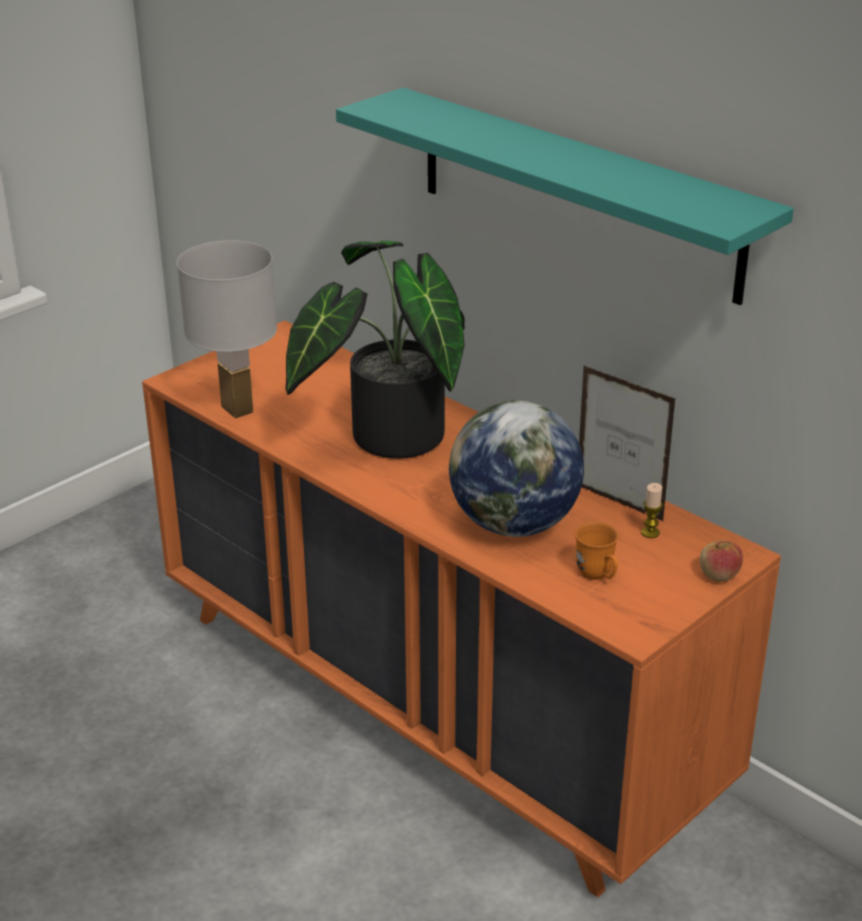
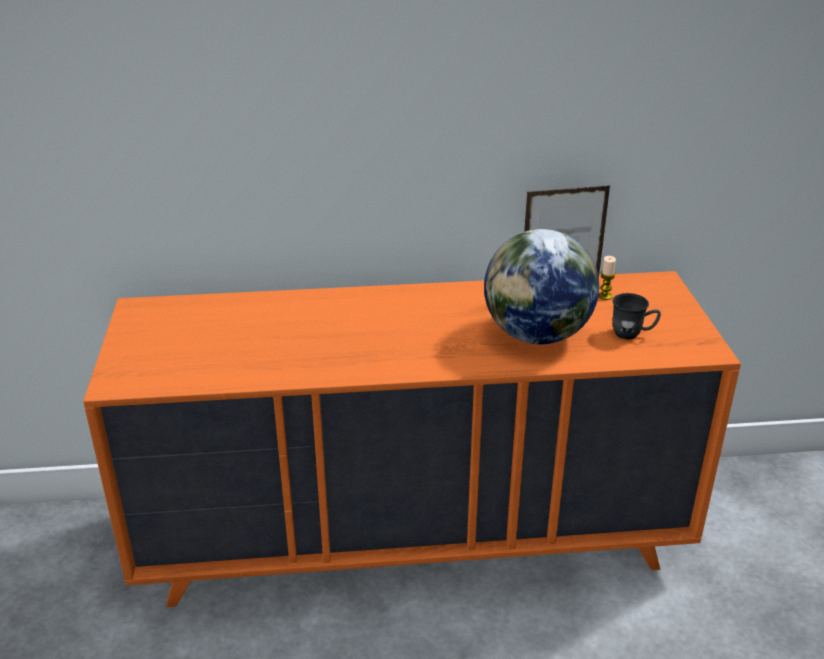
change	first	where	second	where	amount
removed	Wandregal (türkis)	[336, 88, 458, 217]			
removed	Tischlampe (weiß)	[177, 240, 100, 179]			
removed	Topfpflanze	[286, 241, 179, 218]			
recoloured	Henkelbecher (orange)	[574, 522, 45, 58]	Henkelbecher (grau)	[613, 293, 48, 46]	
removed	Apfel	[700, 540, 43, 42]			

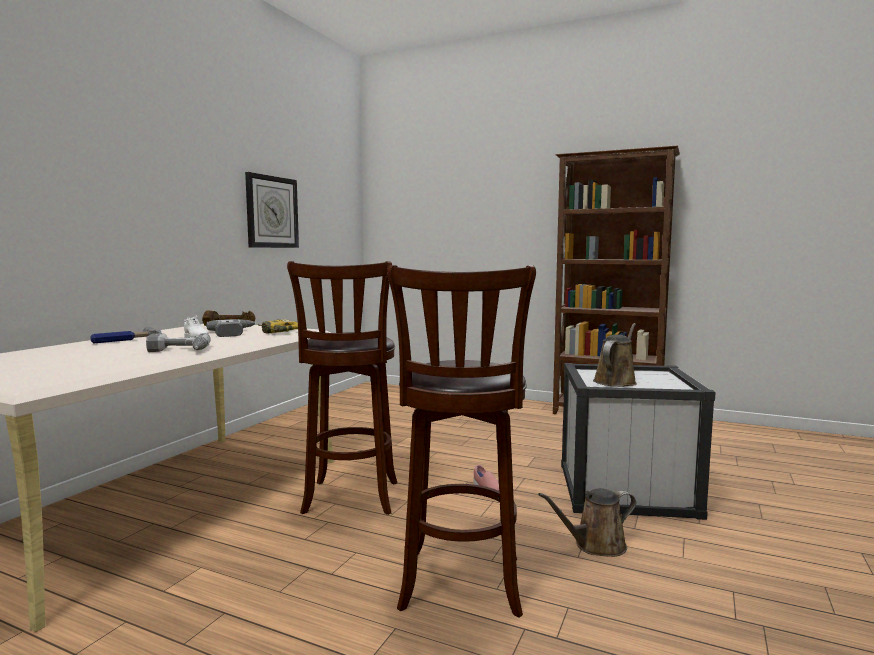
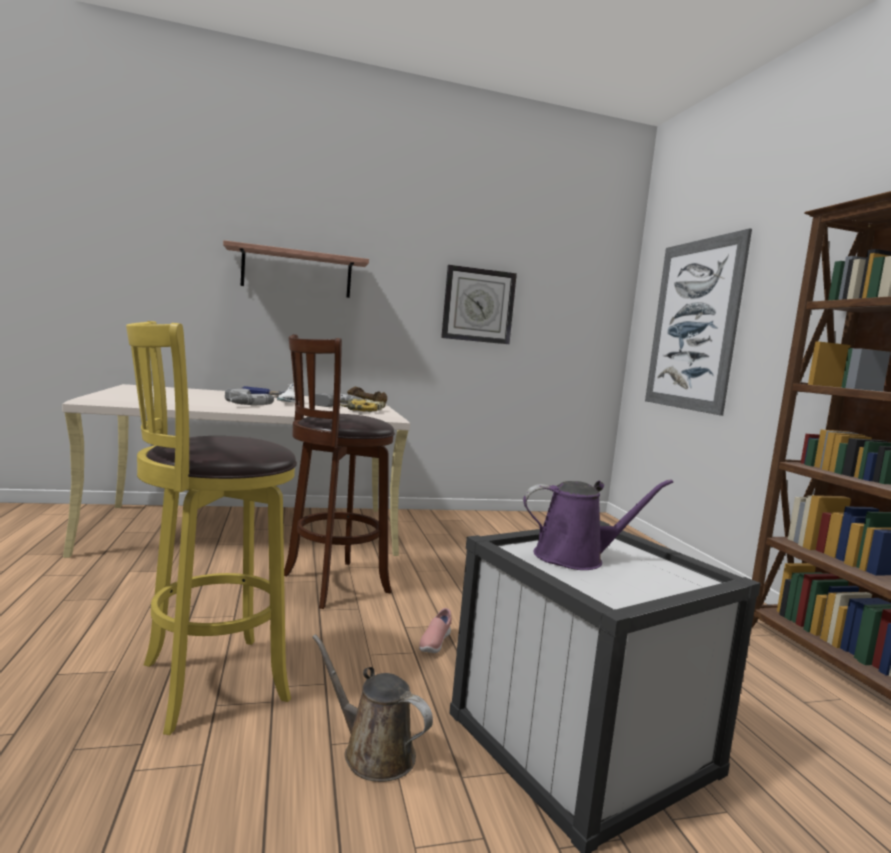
change	first	where	second	where	amount
recoloured	Hocker (braun)	[387, 265, 149, 353]	Hocker (gelb)	[126, 321, 171, 414]	
recoloured	Gießkanne (braun)	[593, 323, 44, 64]	Gießkanne (lila)	[523, 479, 150, 91]	
added			Bild	[645, 228, 107, 188]	
added			Wandregal	[223, 240, 146, 58]	

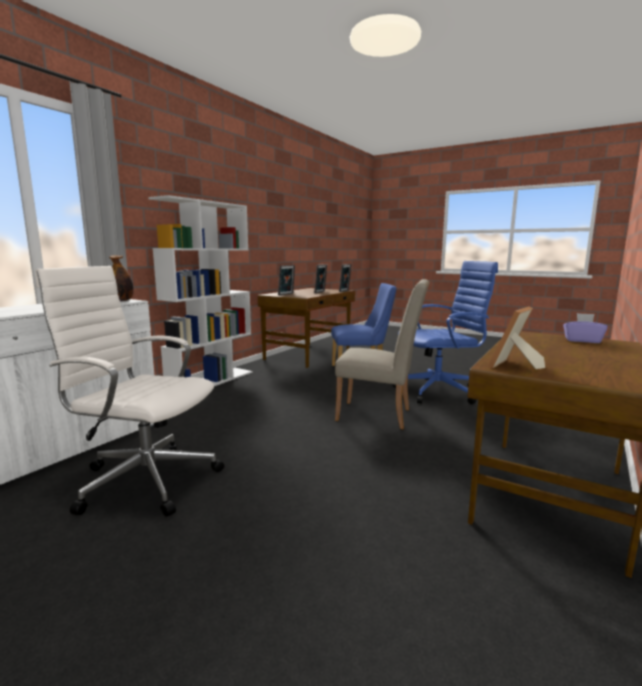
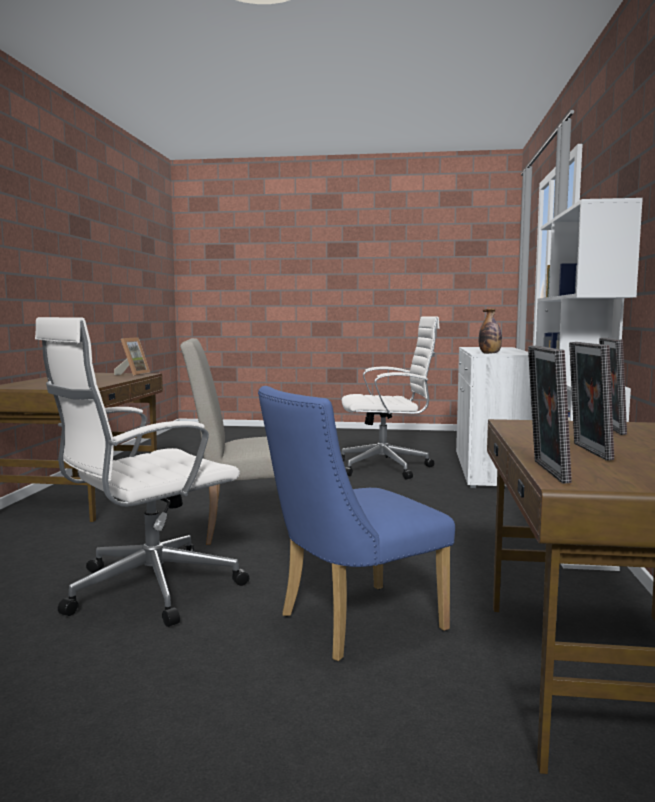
change	first	where	second	where	amount
recoloured	Bürostuhl (blau)	[392, 261, 106, 143]	Bürostuhl (weiß)	[35, 317, 214, 310]	
removed	Taschentuchbox (lila)	[563, 313, 45, 30]			

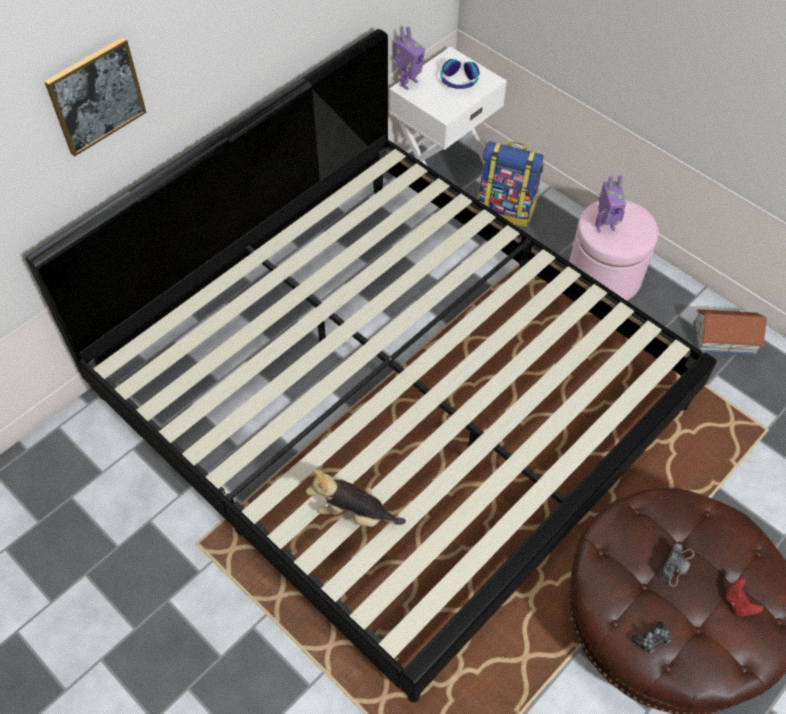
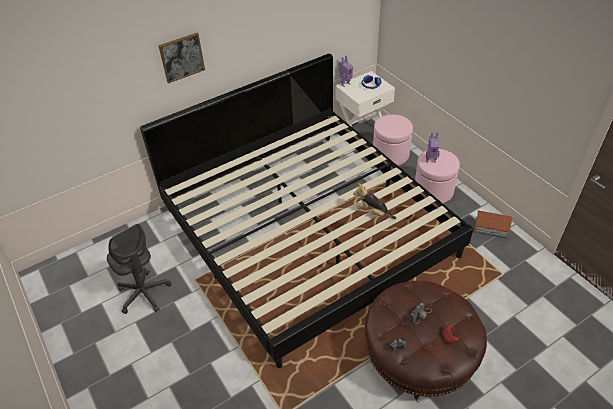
change	first	where	second	where	amount
replaced	Rucksack	[478, 141, 66, 86]	Polsterhocker (rosa)	[373, 114, 40, 51]	
moved	Plüschtier	[306, 470, 100, 57]		[353, 183, 43, 36]	
added			Bürostuhl (grau)	[107, 224, 64, 90]	

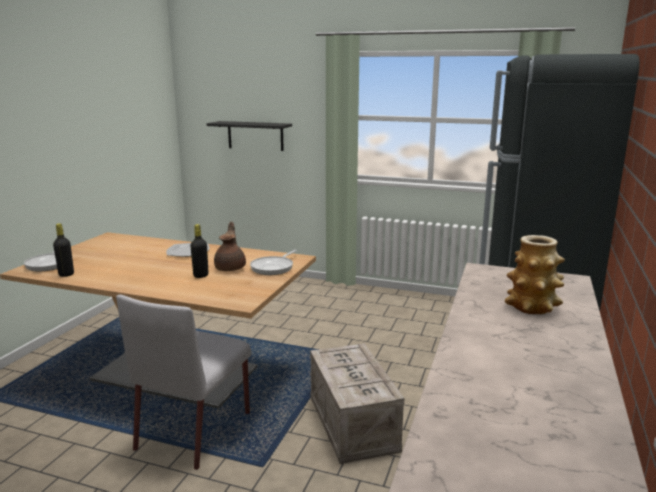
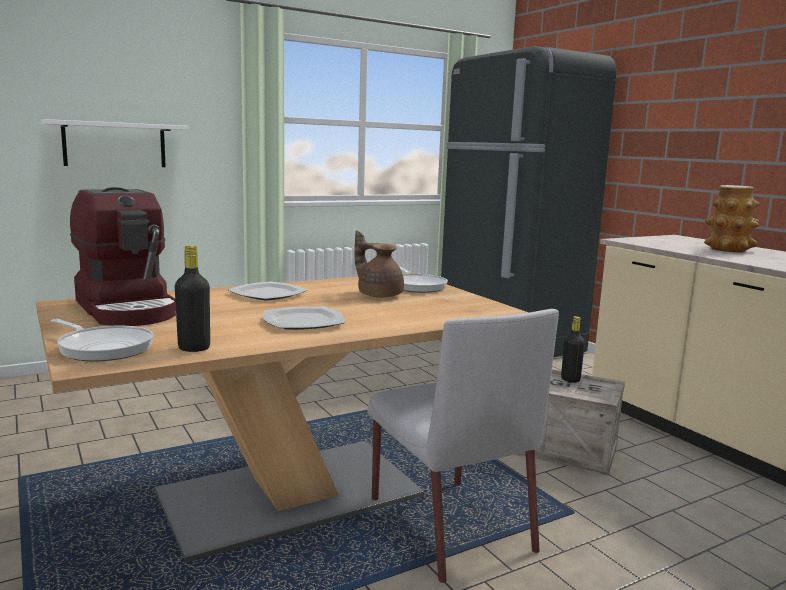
change	first	where	second	where	amount
recoloured	Wandregal (schwarz)	[206, 121, 86, 30]	Wandregal (weiß)	[42, 119, 147, 48]	
moved	Flasche (schwarz)	[190, 224, 18, 54]		[561, 316, 24, 67]	
added			Kaffeemaschine	[70, 187, 106, 139]	
added			Teller	[263, 307, 82, 23]	

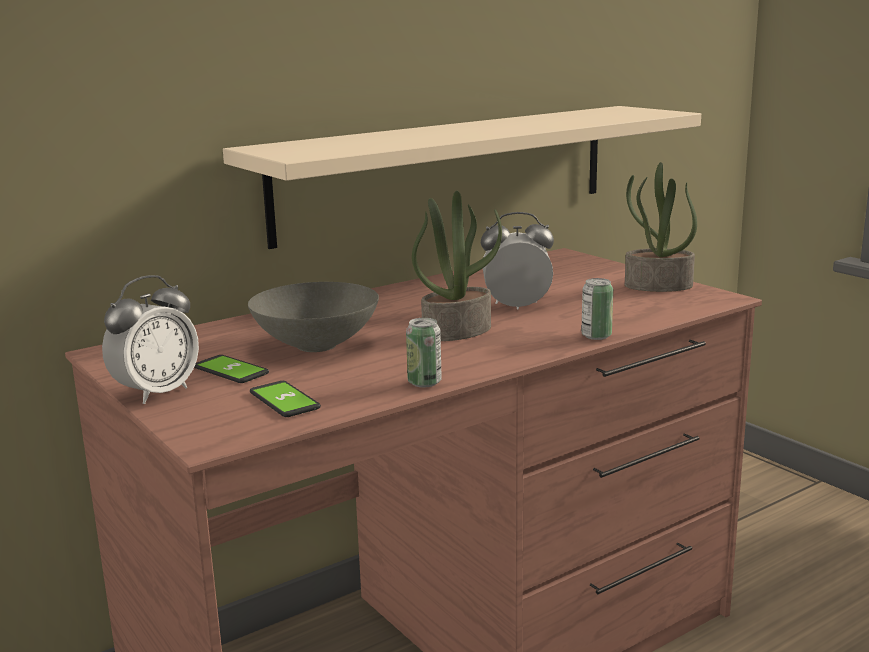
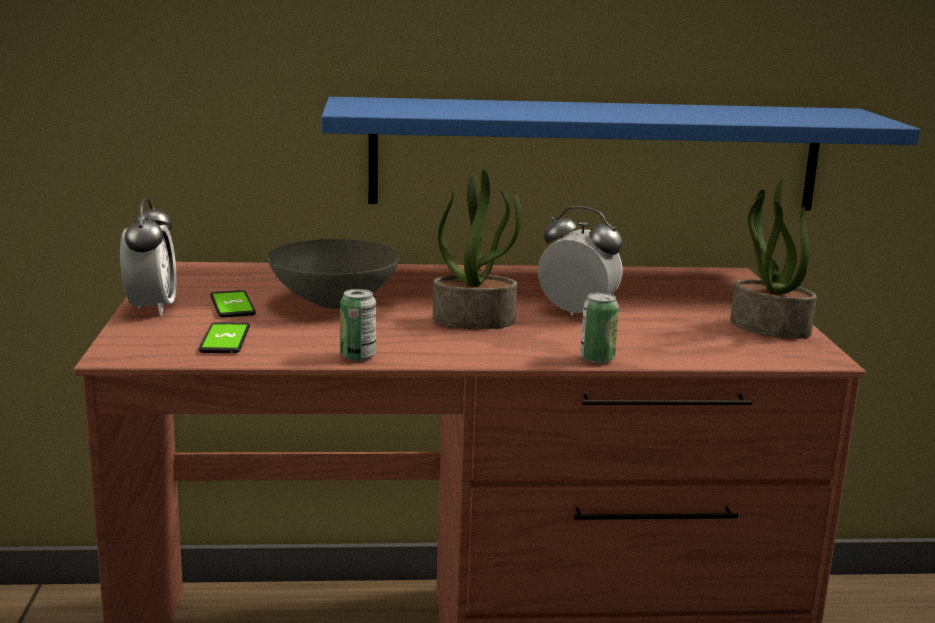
change	first	where	second	where	amount
recoloured	Wandregal (beige)	[223, 106, 478, 143]	Wandregal (blau)	[321, 97, 599, 114]	
turned	Wecker	[102, 275, 97, 129]		[120, 198, 57, 118]	75 degrees counterclockwise

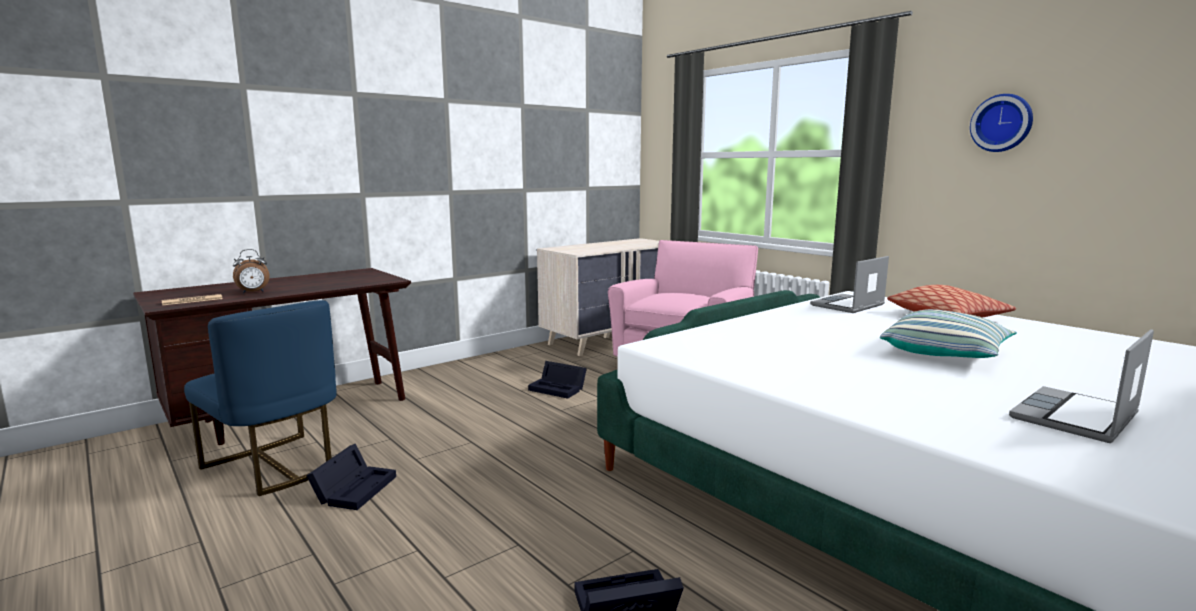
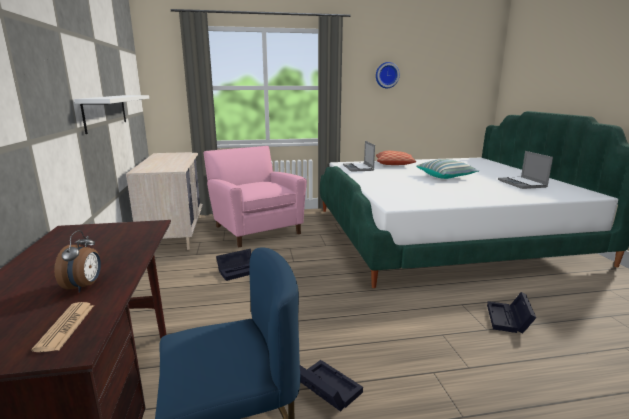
change	first	where	second	where	amount
added			Wandregal (weiß)	[74, 95, 75, 39]	

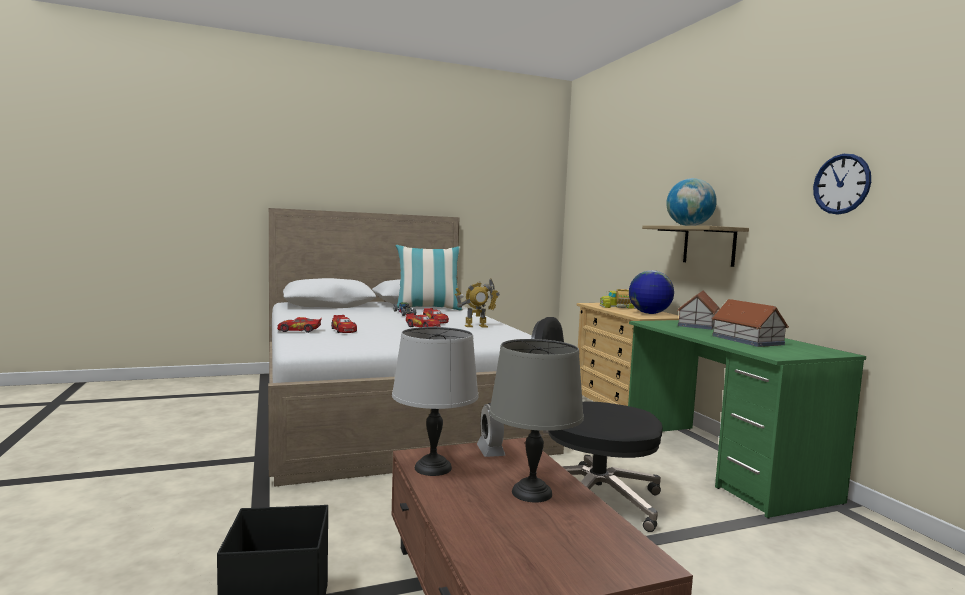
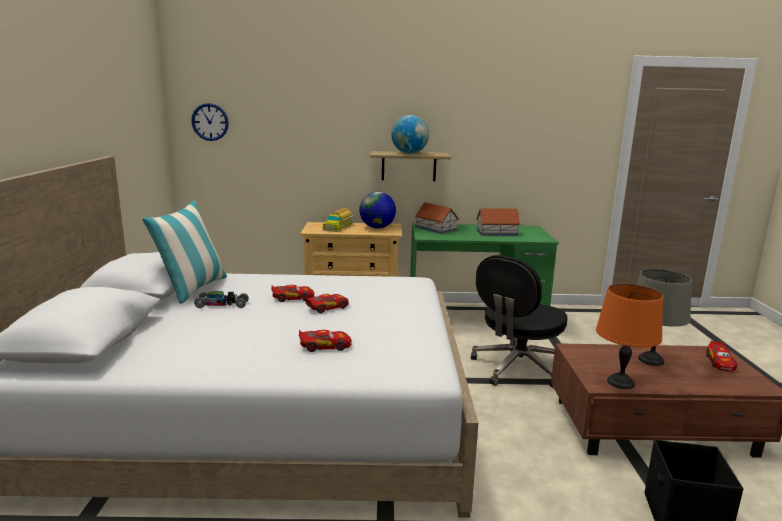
change	first	where	second	where	amount
moved	Wanduhr	[813, 154, 58, 61]		[191, 103, 38, 38]	
removed	Spielzeugroboter	[455, 278, 45, 49]			
moved	Spielzeugauto	[277, 317, 45, 16]		[706, 341, 31, 30]	
recoloured	Tischlampe (grau)	[392, 327, 87, 149]	Tischlampe (orange)	[596, 283, 67, 106]	
removed	Wecker	[477, 403, 28, 54]			

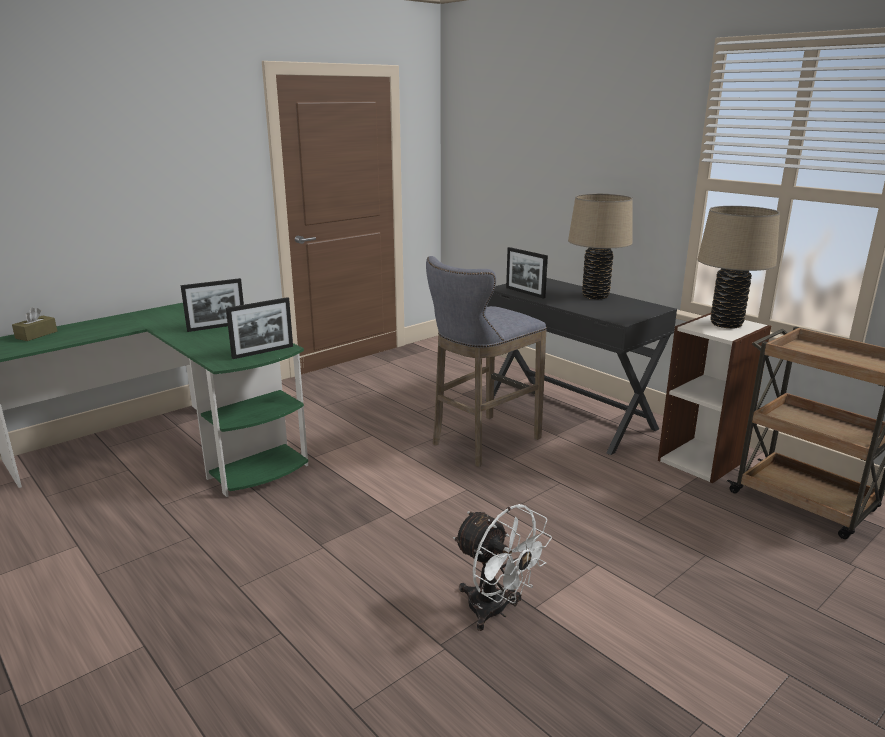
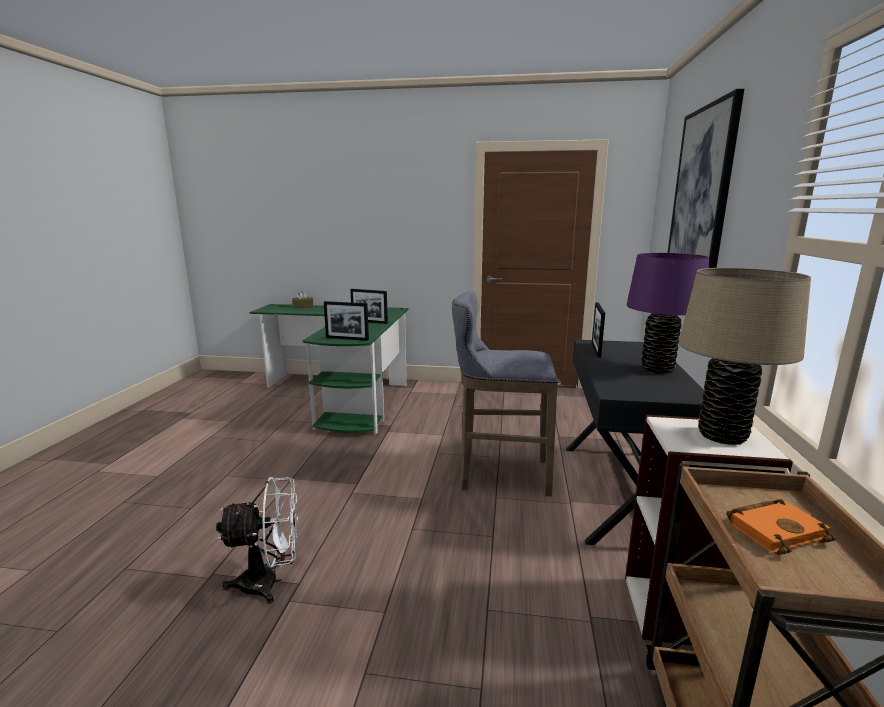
change	first	where	second	where	amount
recoloured	Tischlampe (beige)	[568, 194, 65, 105]	Tischlampe (lila)	[627, 253, 82, 121]	
turned	Ventilator (weiß)	[453, 504, 99, 127]		[216, 477, 82, 127]	105 degrees counterclockwise
added			Bild	[668, 89, 76, 179]	
added			Buch (orange)	[726, 499, 110, 56]	

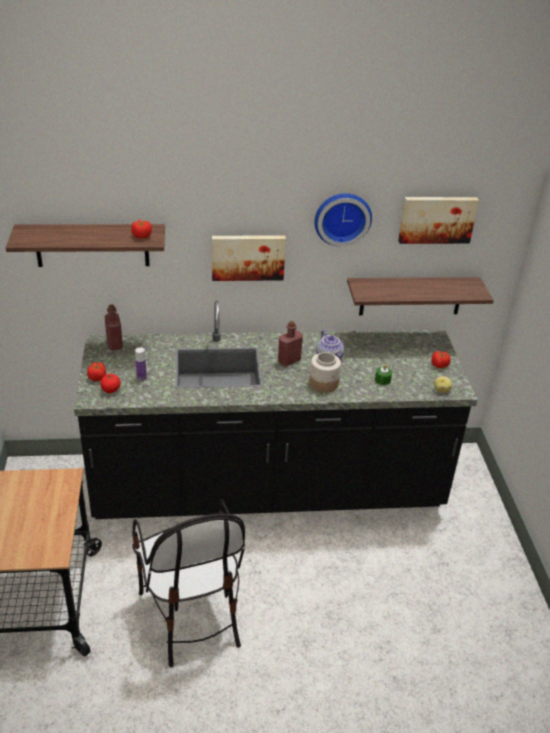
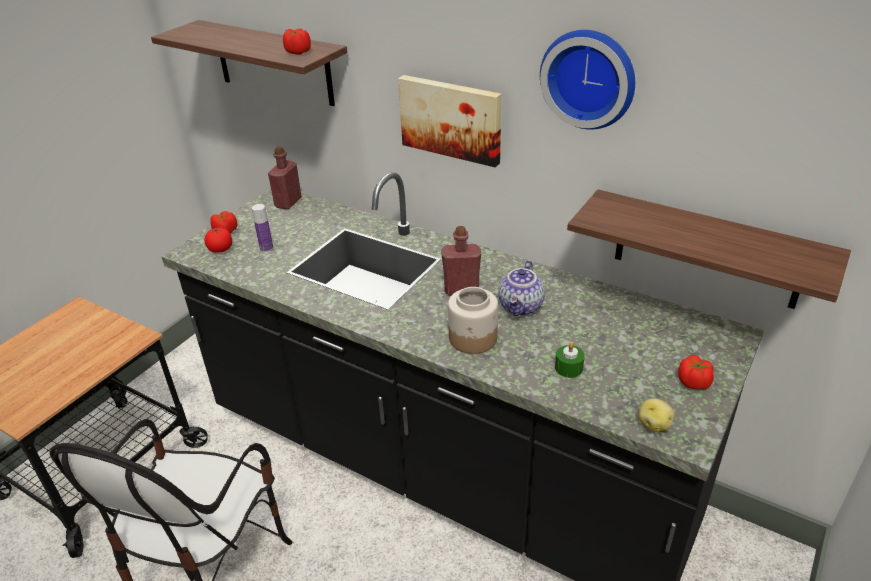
change	first	where	second	where	amount
removed	Bild	[398, 197, 81, 47]			

